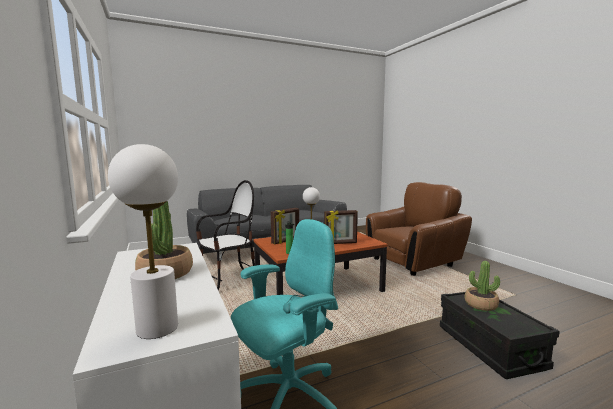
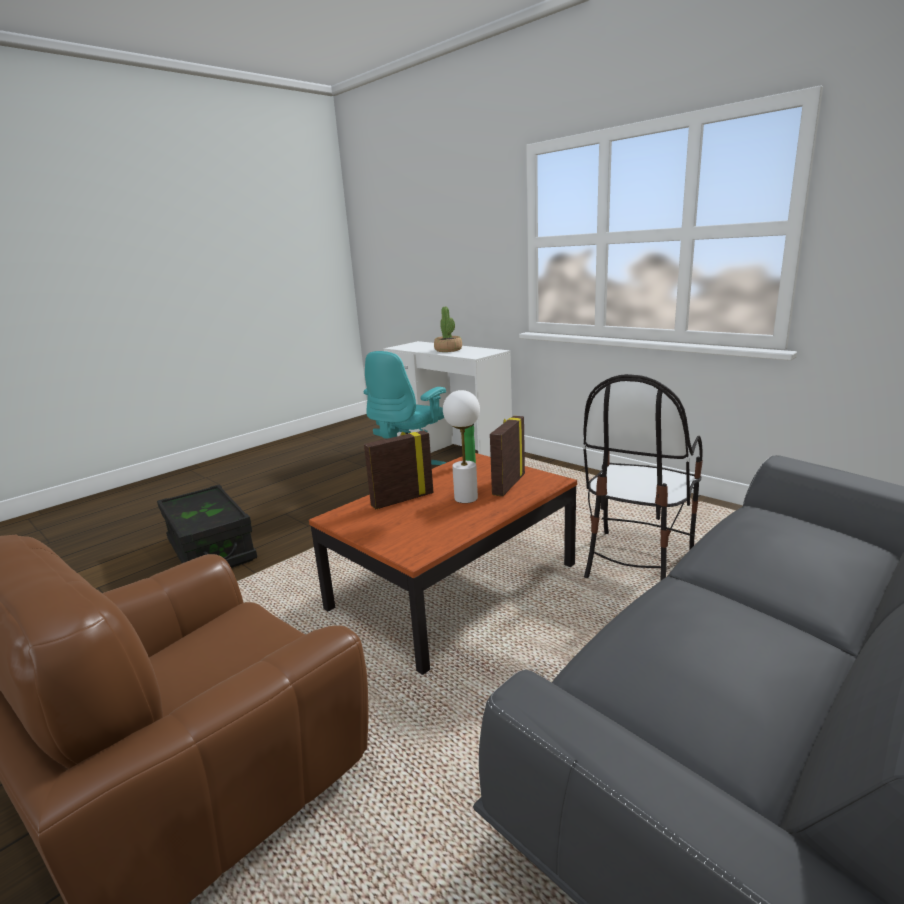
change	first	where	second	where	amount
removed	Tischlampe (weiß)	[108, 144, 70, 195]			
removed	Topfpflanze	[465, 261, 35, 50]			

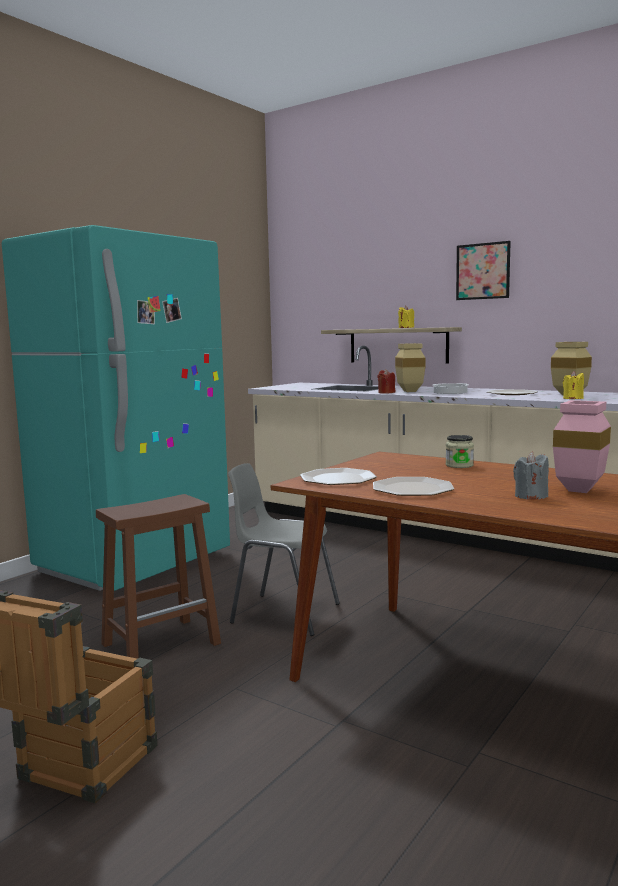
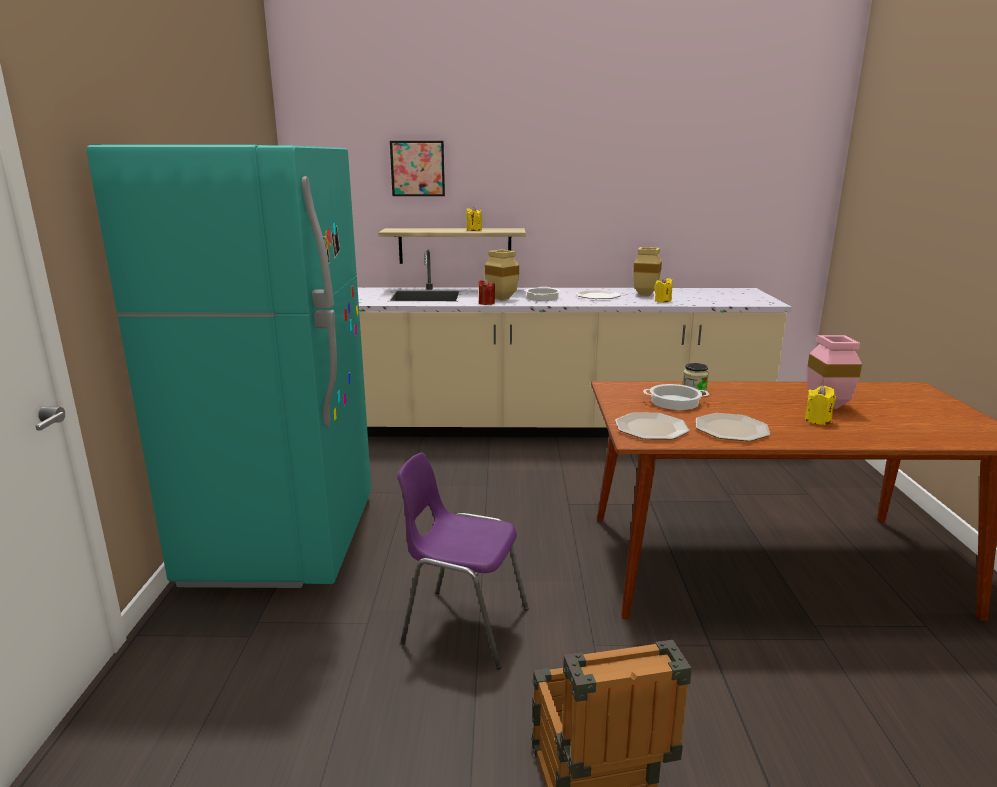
change	first	where	second	where	amount
moved	Bild	[456, 241, 55, 59]		[390, 141, 55, 55]	
recoloured	Kerze (grau)	[513, 452, 36, 48]	Kerze (gelb)	[805, 386, 31, 39]	
removed	Stuhl (grau)	[228, 463, 112, 173]			
replaced	Hocker (braun)	[96, 494, 125, 165]	Stuhl (lila)	[397, 453, 132, 216]	
added			Kochtopf	[643, 384, 67, 26]	

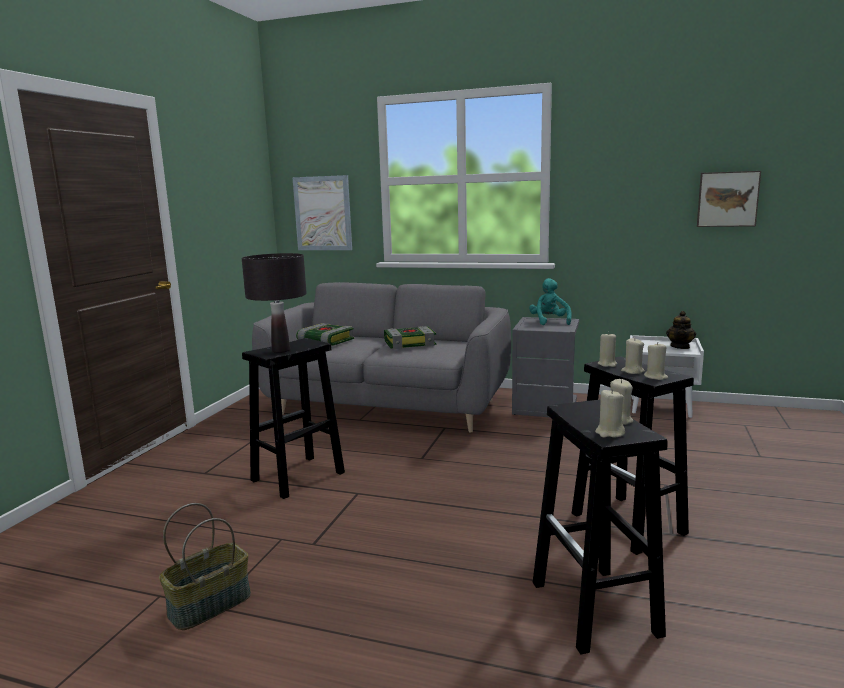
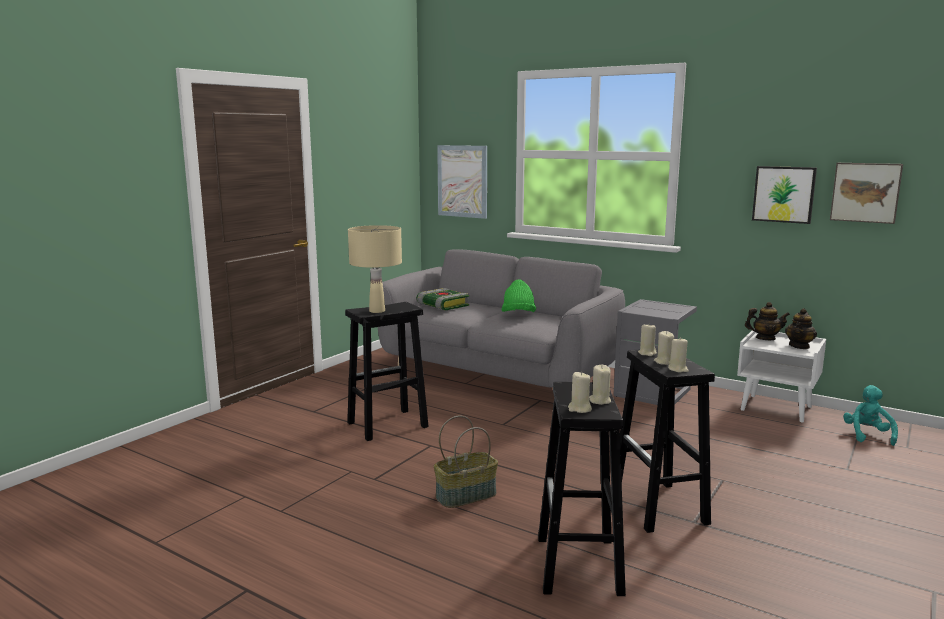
change	first	where	second	where	amount
recoloured	Tischlampe (schwarz)	[242, 253, 65, 100]	Tischlampe (beige)	[348, 225, 54, 88]	
moved	Plüschtier (türkis)	[529, 278, 43, 47]		[843, 385, 55, 61]	
replaced	Buch	[384, 326, 52, 23]	Hut (grün)	[501, 279, 35, 33]	
moved	Korb	[159, 503, 92, 127]		[434, 415, 64, 93]	
added			Bild	[752, 166, 65, 58]	
added			Teekanne	[745, 302, 45, 38]	

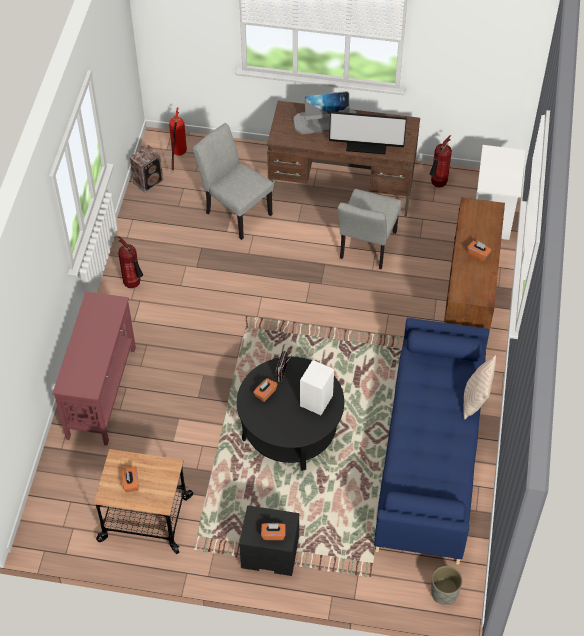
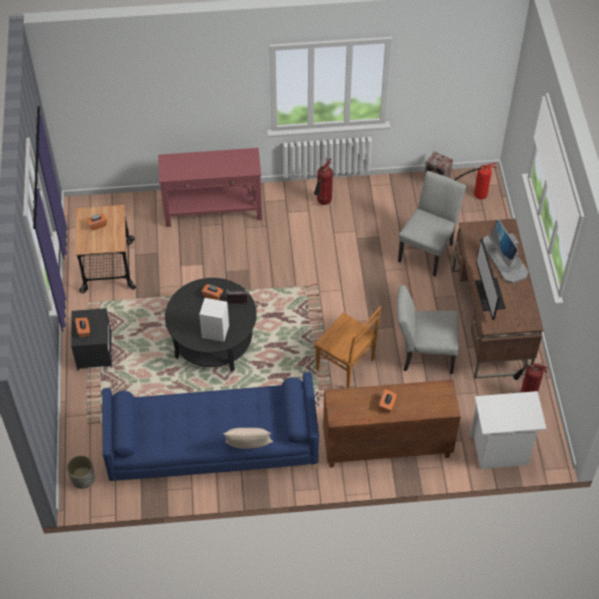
change	first	where	second	where	amount
added			Stuhl (braun)	[315, 306, 66, 82]	

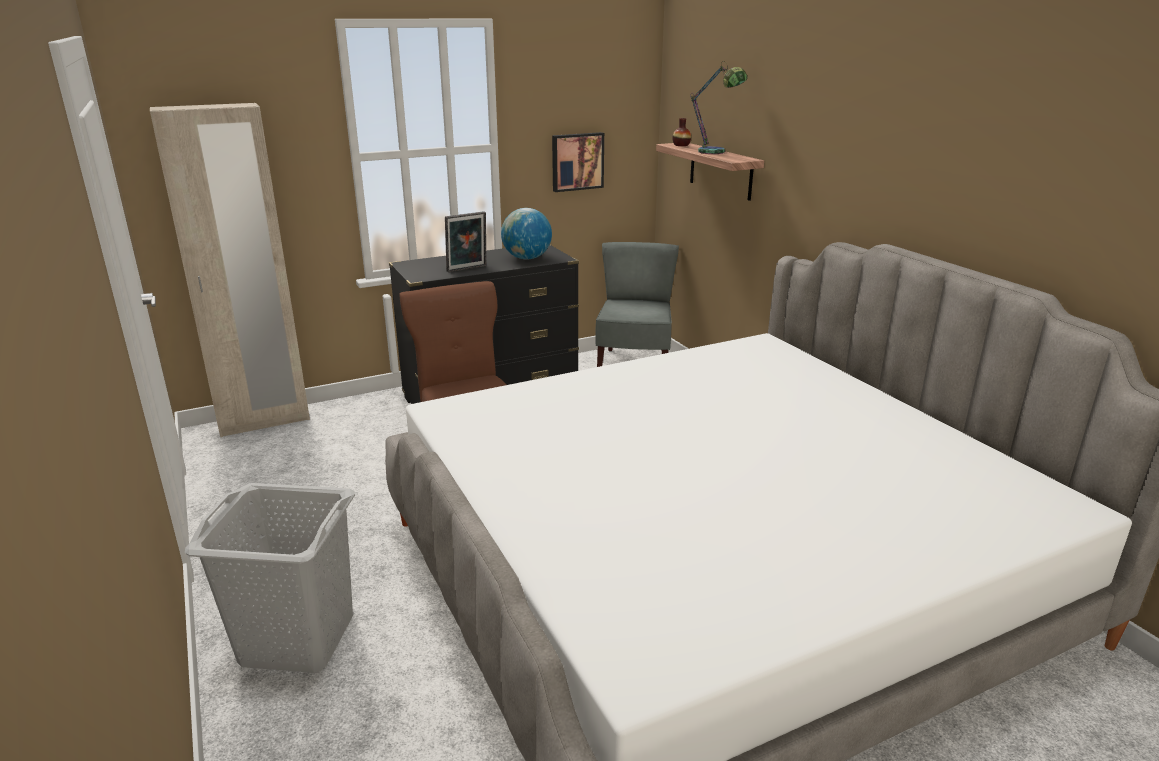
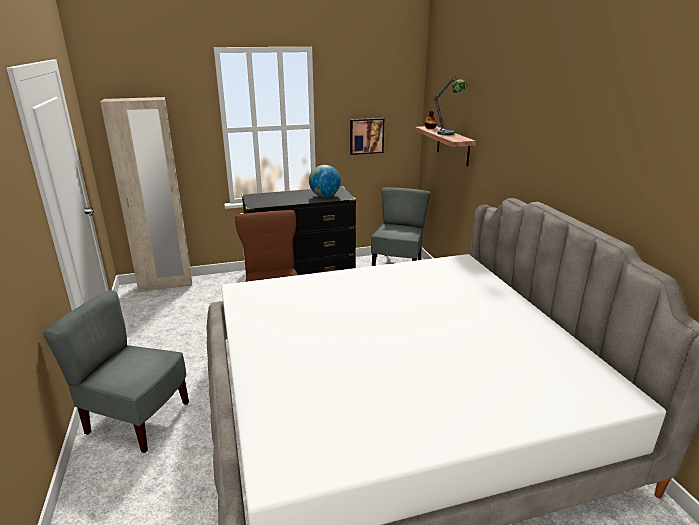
change	first	where	second	where	amount
removed	Bilderrahmen	[445, 211, 41, 61]			
replaced	Wäschekorb (grau)	[185, 483, 170, 190]	Stuhl (grau)	[43, 290, 146, 163]	

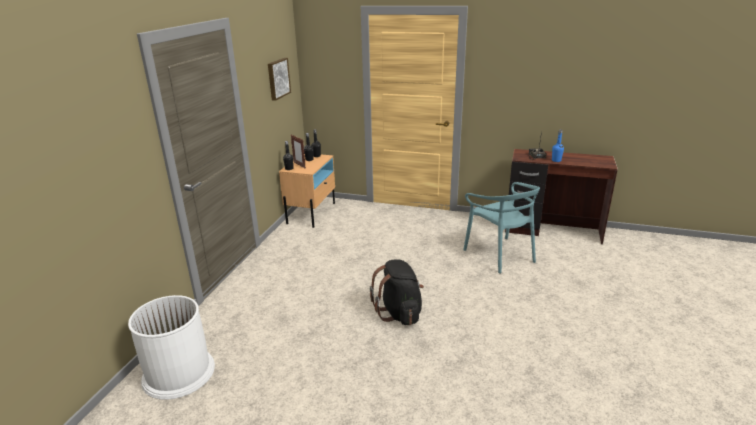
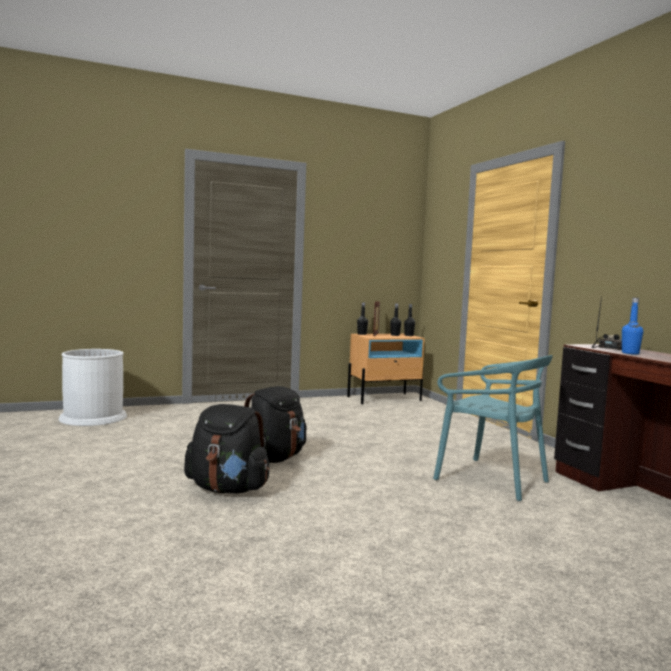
change	first	where	second	where	amount
removed	Bild	[268, 58, 23, 43]			
turned	Stuhl (türkis)	[463, 182, 77, 91]		[433, 355, 120, 146]	75 degrees counterclockwise
added			Rucksack (schwarz)	[184, 404, 86, 90]	

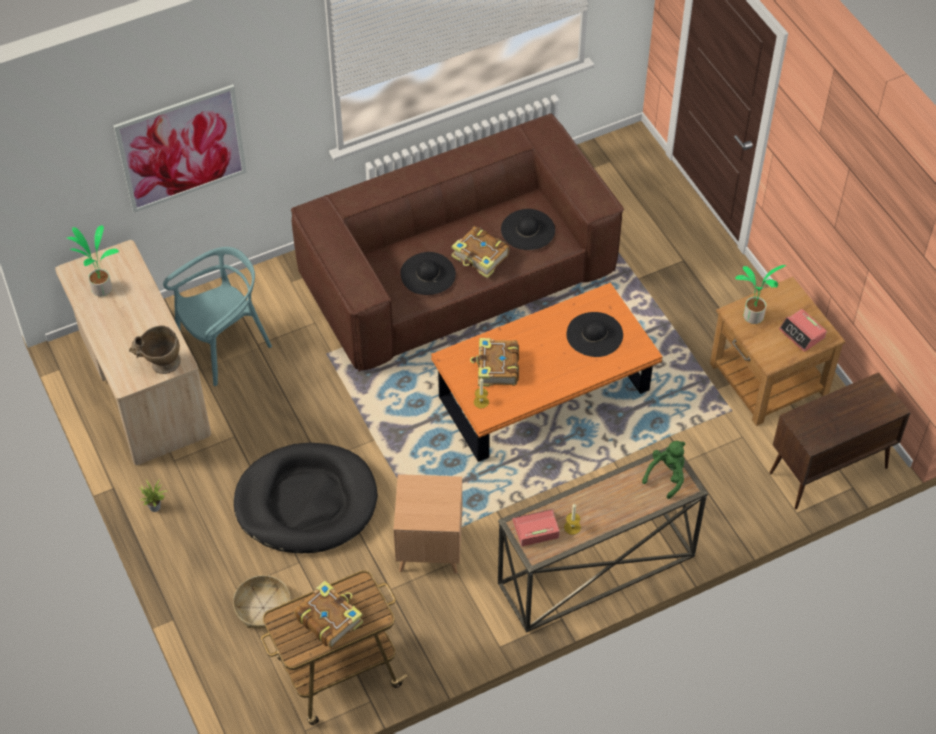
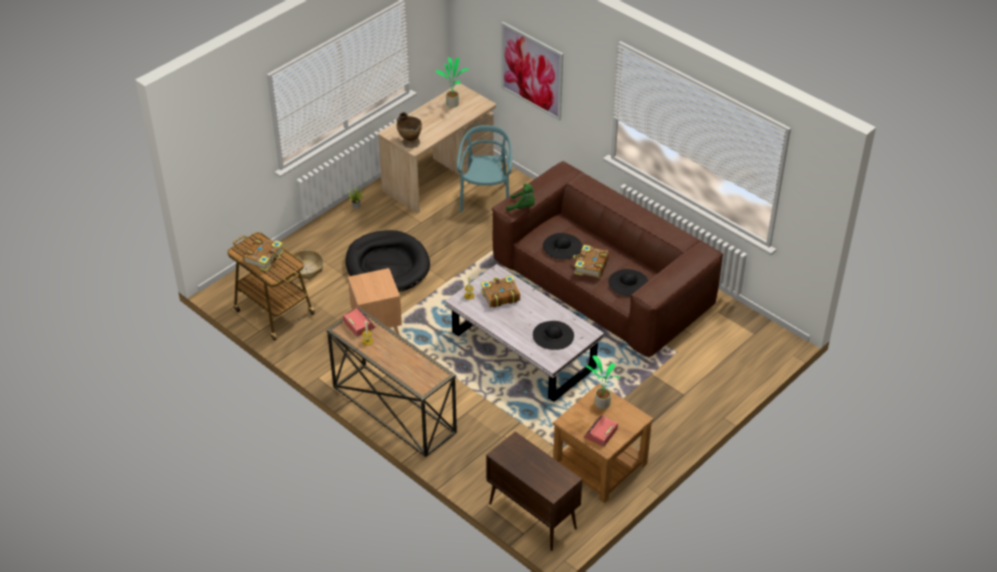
change	first	where	second	where	amount
turned	Stuhl (türkis)	[163, 247, 109, 139]		[457, 125, 55, 88]	120 degrees counterclockwise
recoloured	Couchtisch (orange)	[431, 283, 232, 179]	Couchtisch (weiß)	[445, 264, 159, 138]	
moved	Plüschtier (grün)	[642, 441, 43, 58]		[506, 184, 29, 27]	

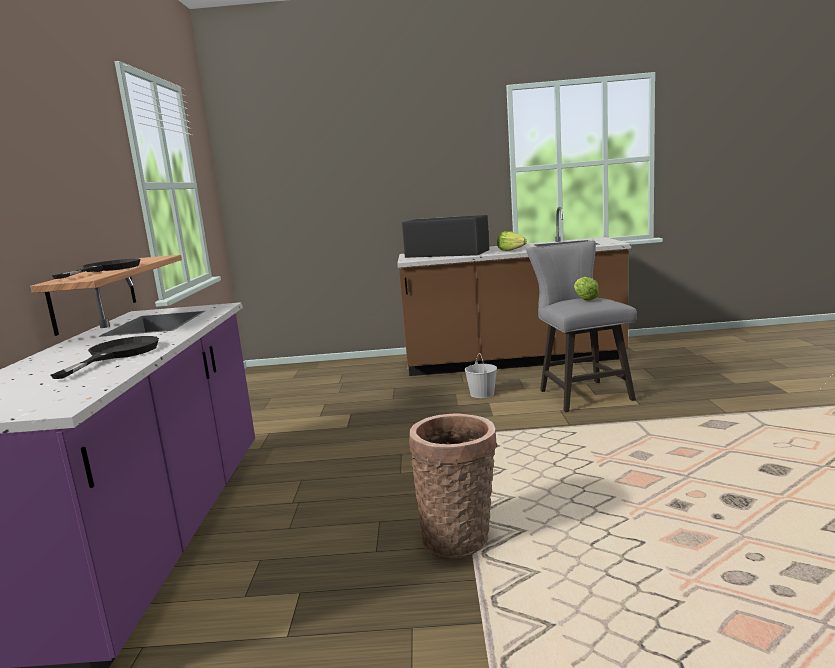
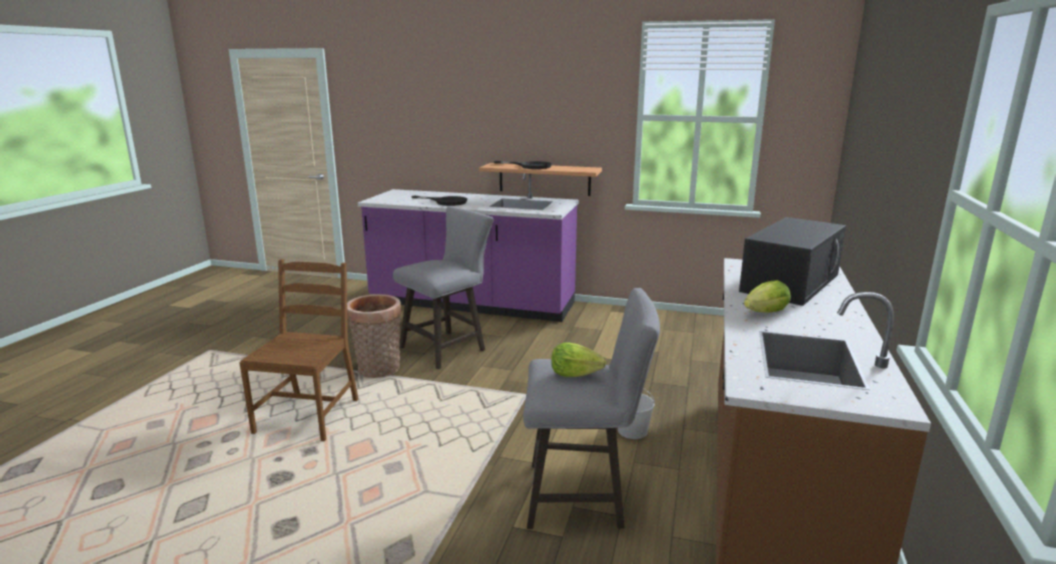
change	first	where	second	where	amount
added			Hocker (grau)	[393, 206, 101, 163]	
added			Stuhl (braun)	[239, 259, 119, 182]	

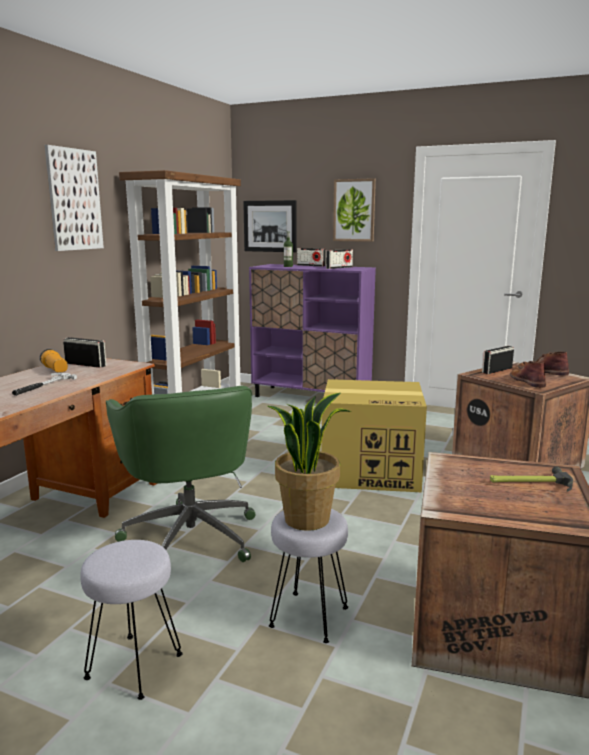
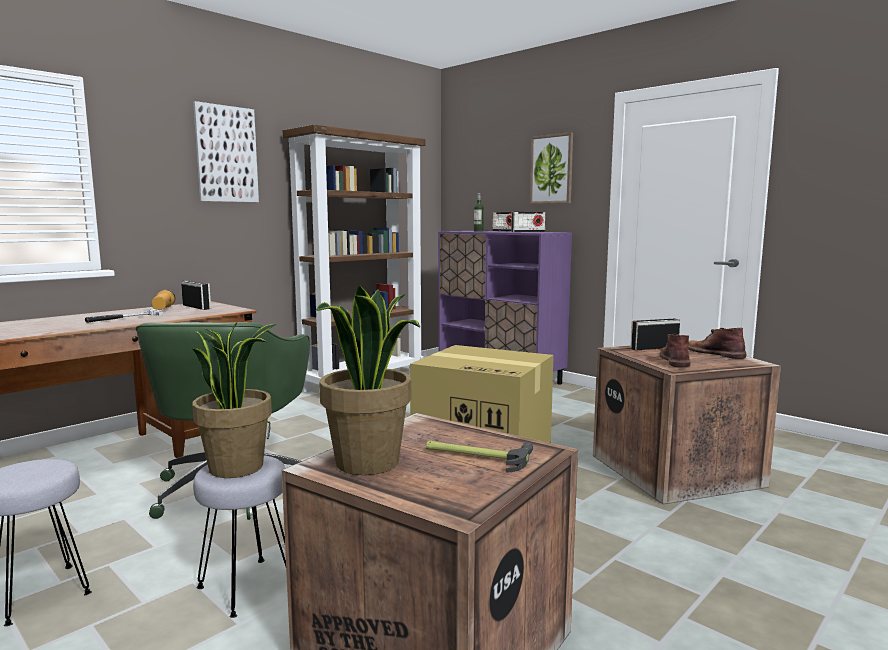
change	first	where	second	where	amount
removed	Bild	[243, 200, 53, 52]			
added			Topfpflanze	[316, 285, 104, 190]	

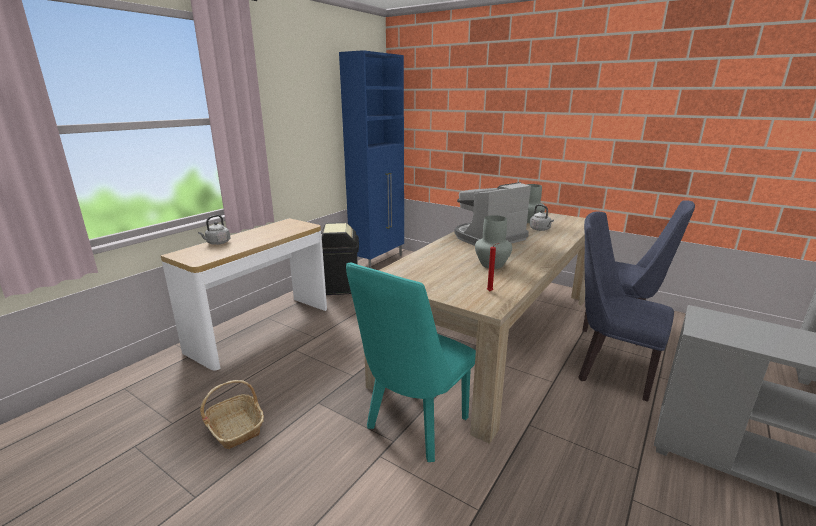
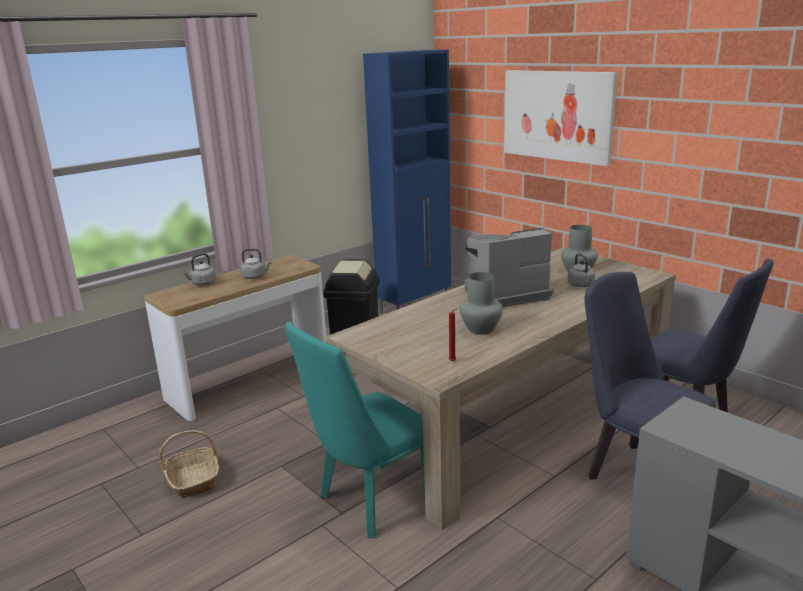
change	first	where	second	where	amount
added			Bild	[504, 70, 114, 96]	
added			Wasserkessel (grau)	[241, 249, 30, 30]	

